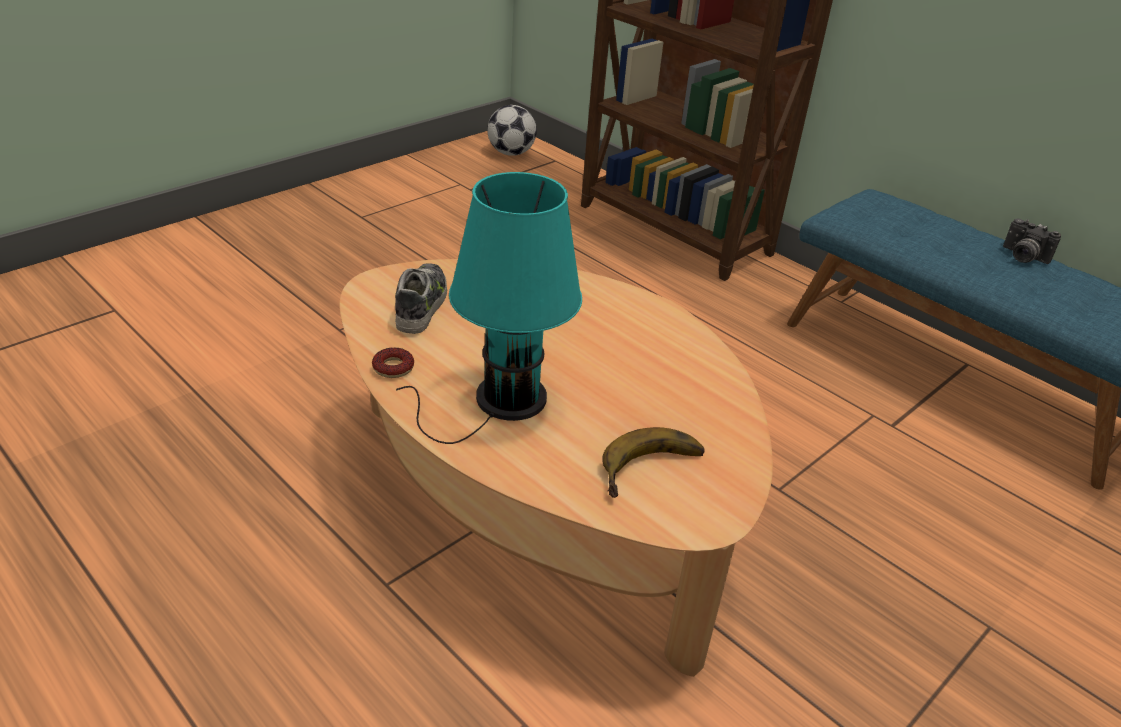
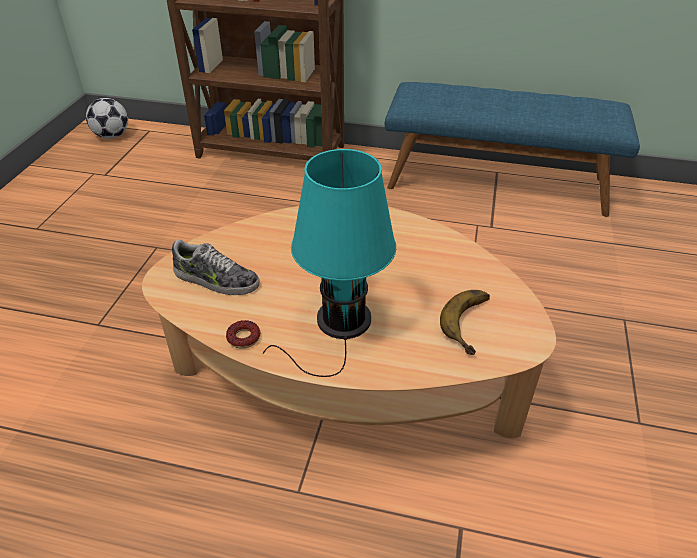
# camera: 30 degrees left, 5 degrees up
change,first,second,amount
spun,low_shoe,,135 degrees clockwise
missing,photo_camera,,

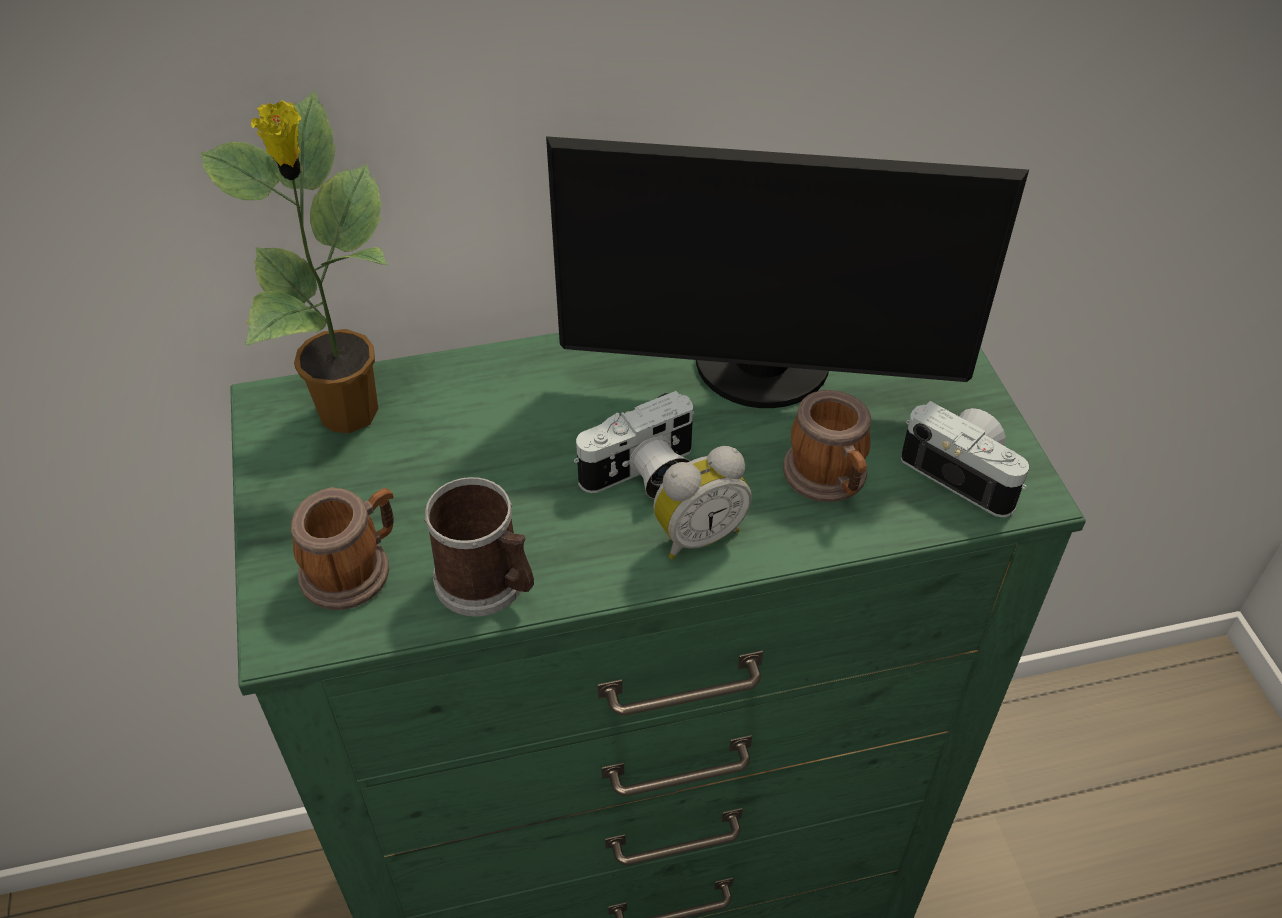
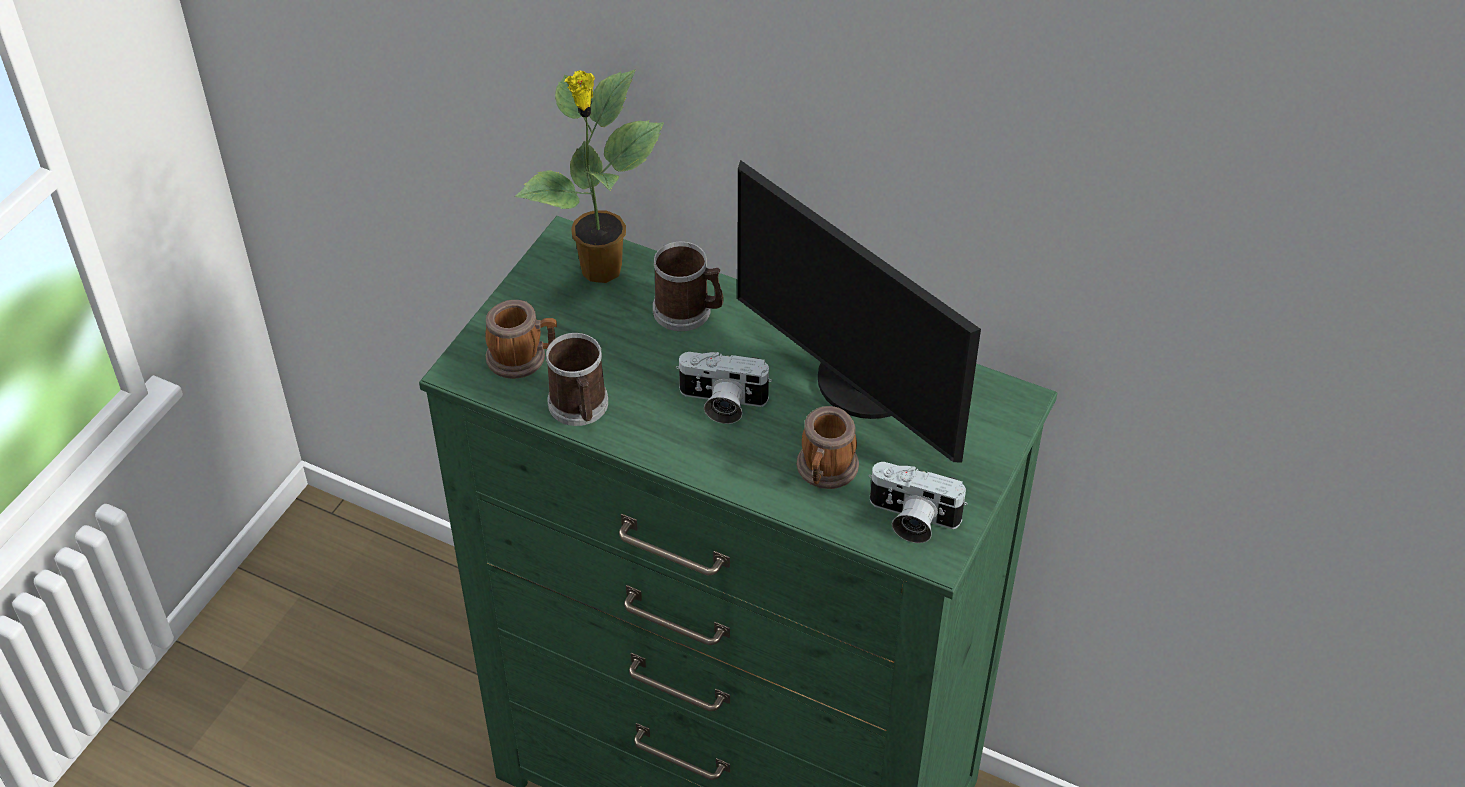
# camera: 40 degrees right, 0 degrees up
change,first,second,amount
appeared,,coffee_mug (no. 3 from left),
spun,photo_camera (no. 2 from left),,120 degrees clockwise
missing,alarm_clock,,

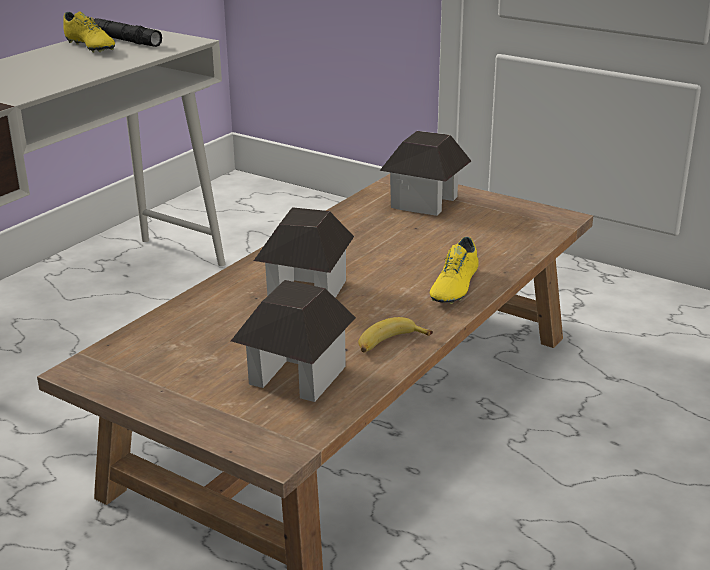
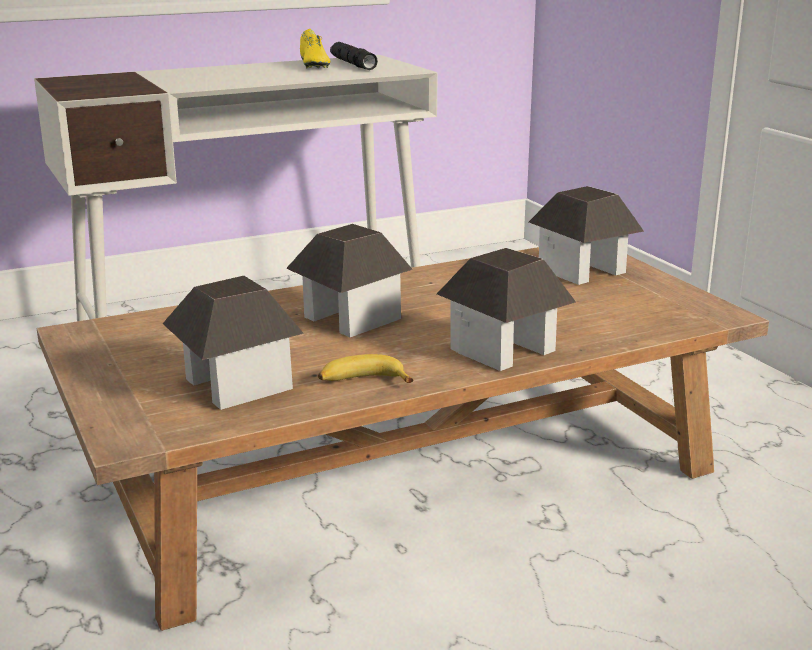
# camera: 30 degrees right, 5 degrees down
change,first,second,amount
exchanged,yellow_low_shoe (no. 2 from left),toy_house (no. 3 from left),

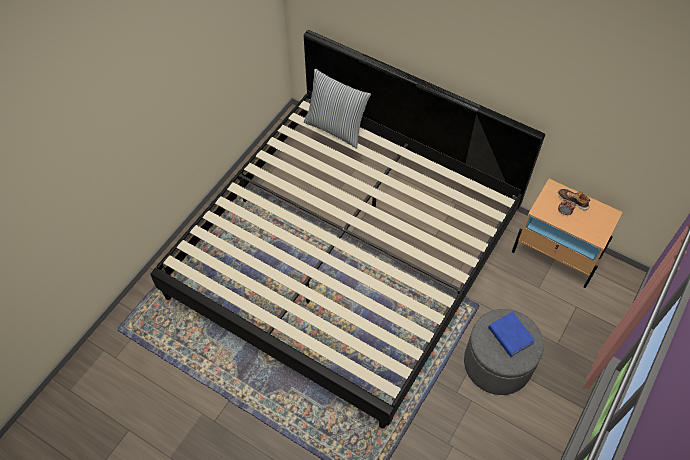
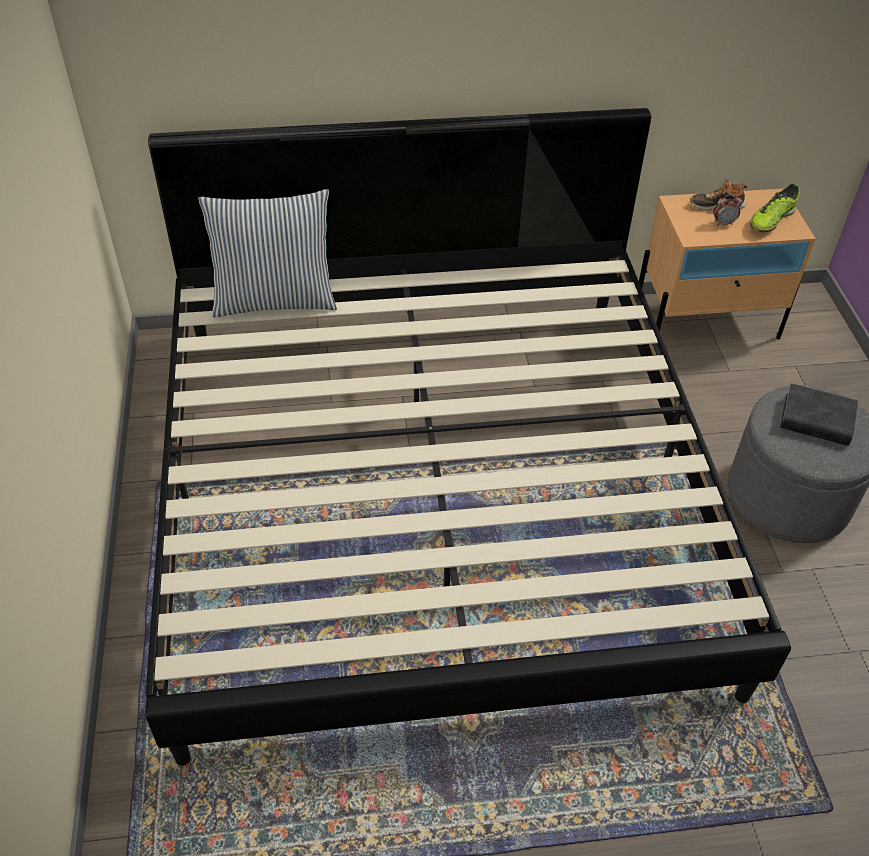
# camera: 40 degrees left, 10 degrees down
change,first,second,amount
appeared,,low_shoe (no. 2 from left),
colour,bluish_book,black_book,

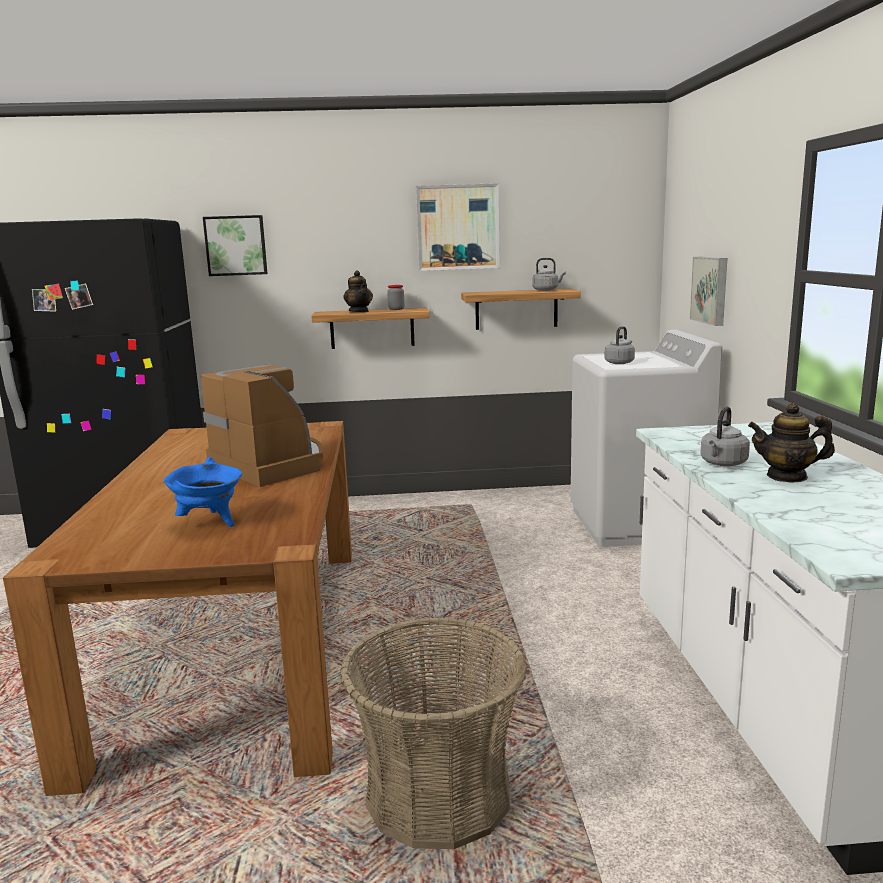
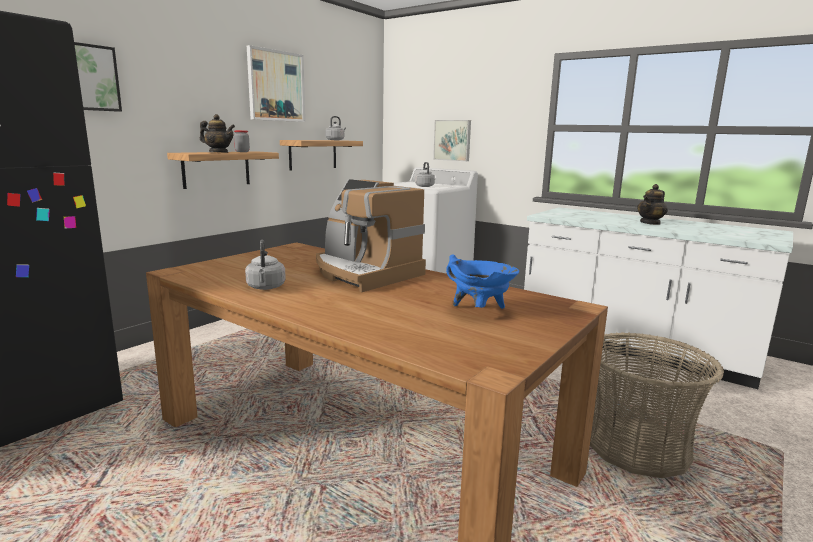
# camera: 50 degrees left, 0 degrees up
change,first,second,amount
relocated,grey_tea_kettle (no. 3 from left in the first image),grey_tea_kettle (no. 1 from left),
spun,coffee_maker,,135 degrees counterclockwise

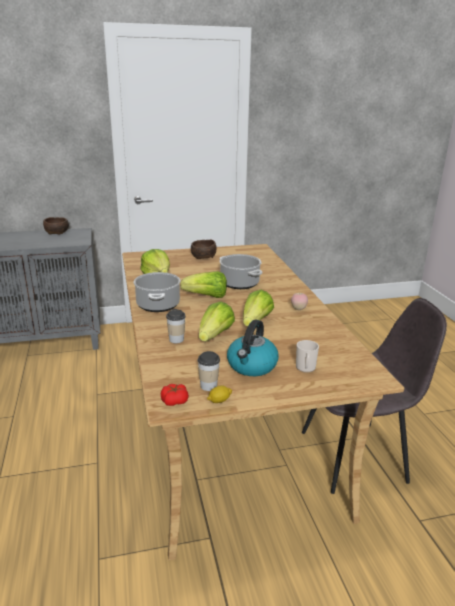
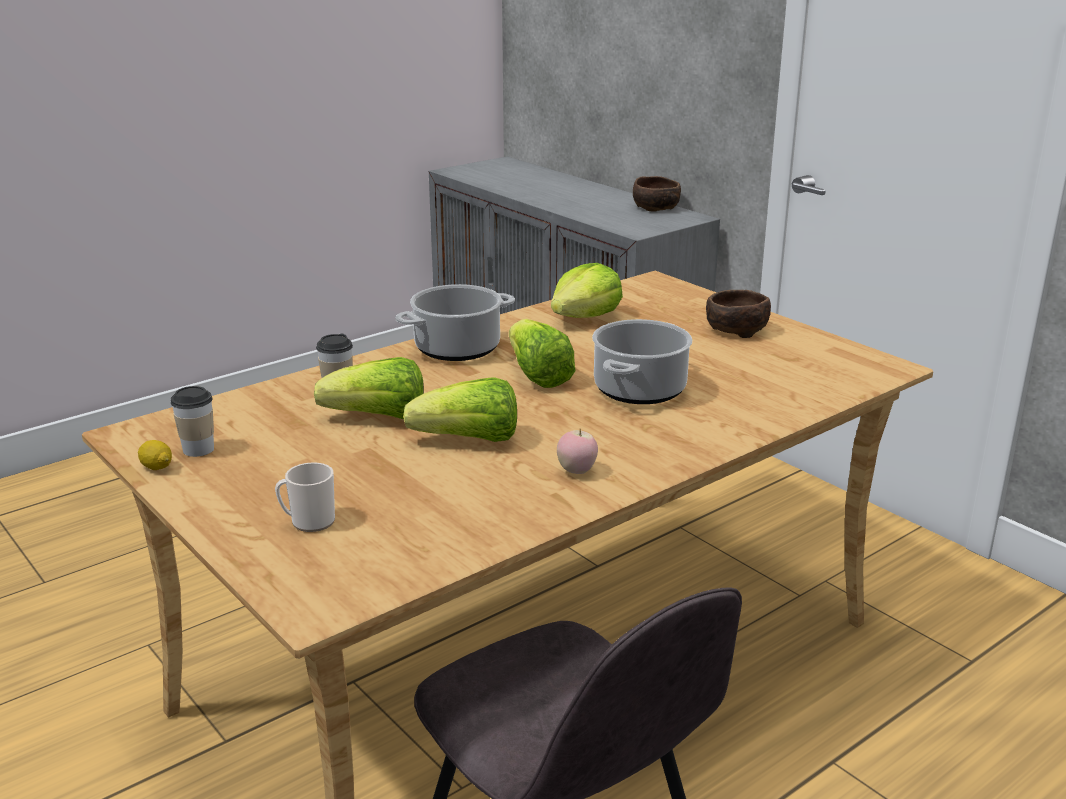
# camera: 65 degrees right, 0 degrees up
change,first,second,amount
missing,tomato,,
missing,tea_kettle,,

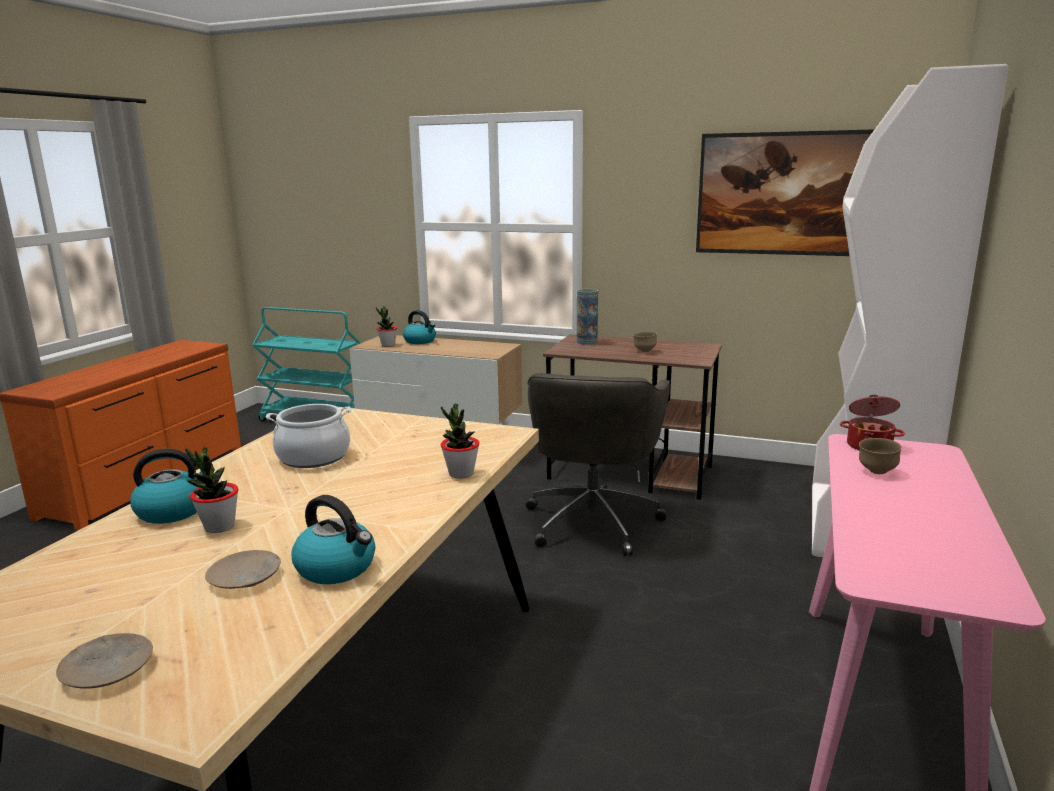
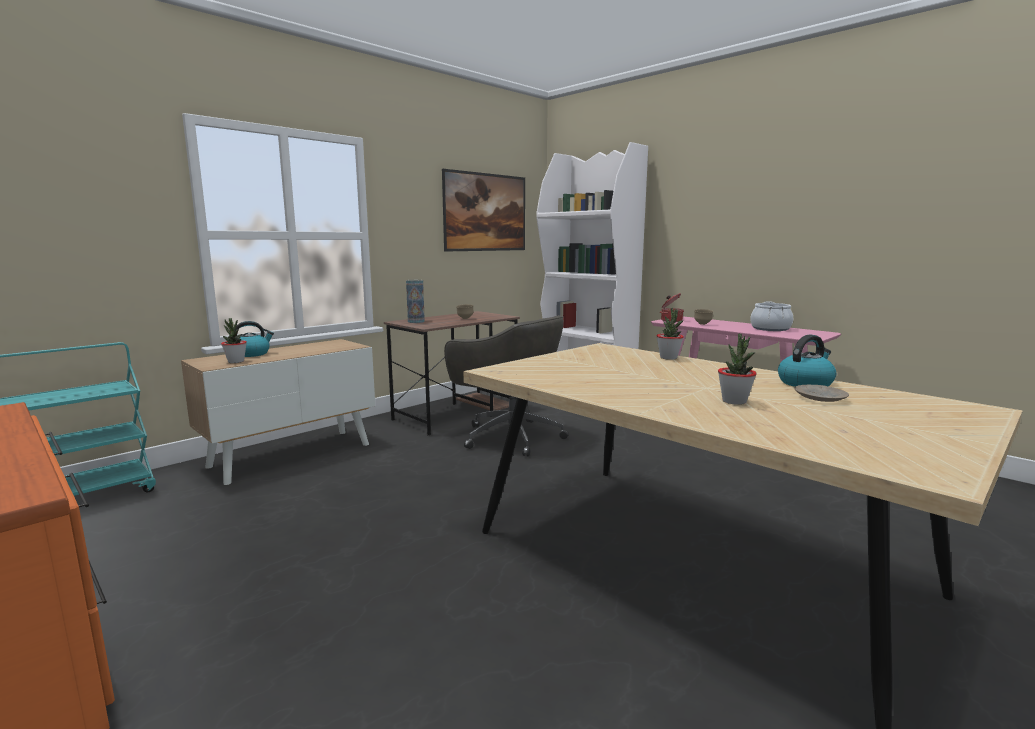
# camera: 65 degrees left, 5 degrees down
change,first,second,amount
relocated,saucepot (no. 1 from left in the first image),saucepot (no. 2 from left),
missing,sand-coloured_plate (no. 1 from left),,
missing,tea_kettle (no. 1 from left),,

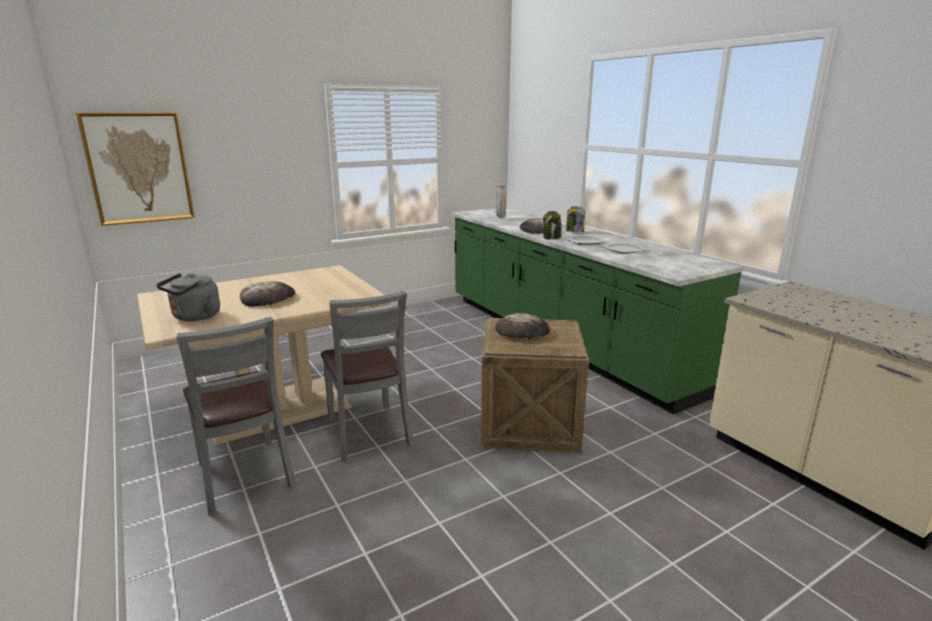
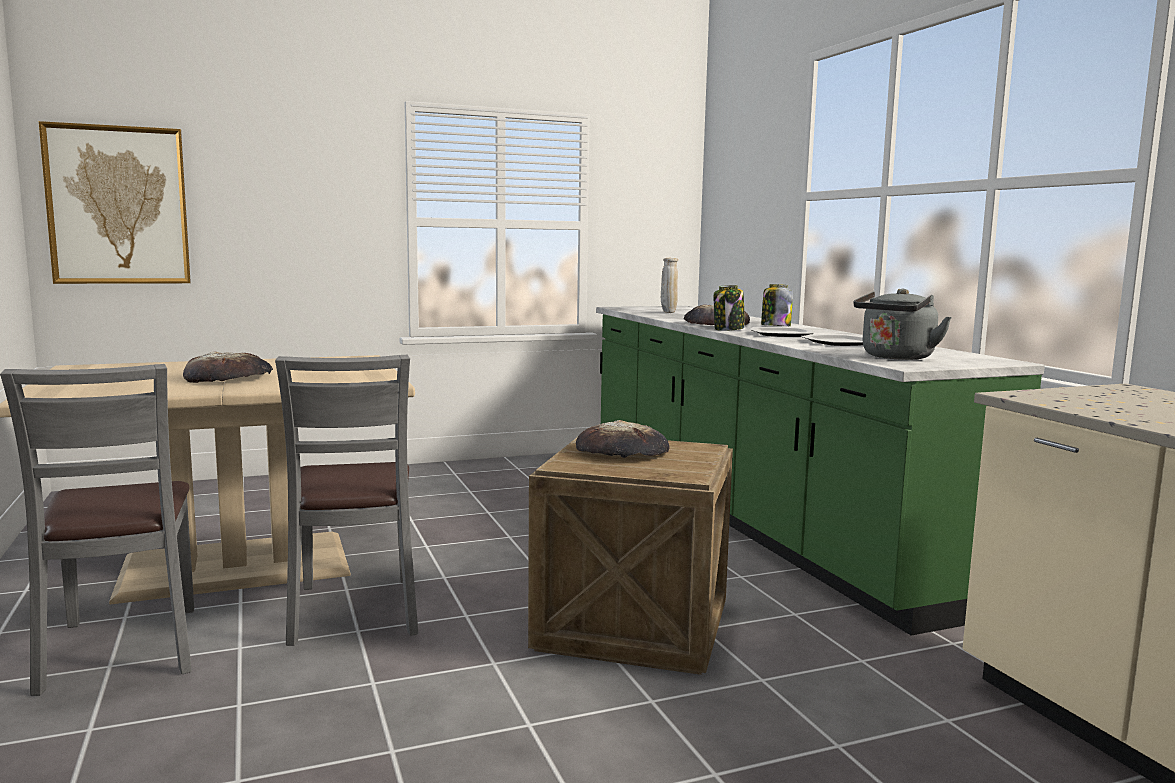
# camera: 10 degrees right, 10 degrees down
change,first,second,amount
relocated,grey_tea_kettle,,

